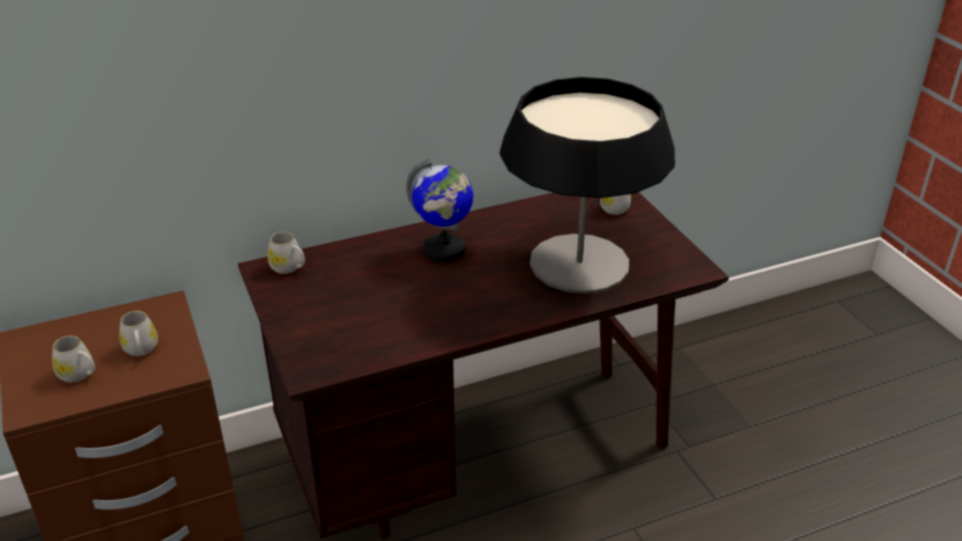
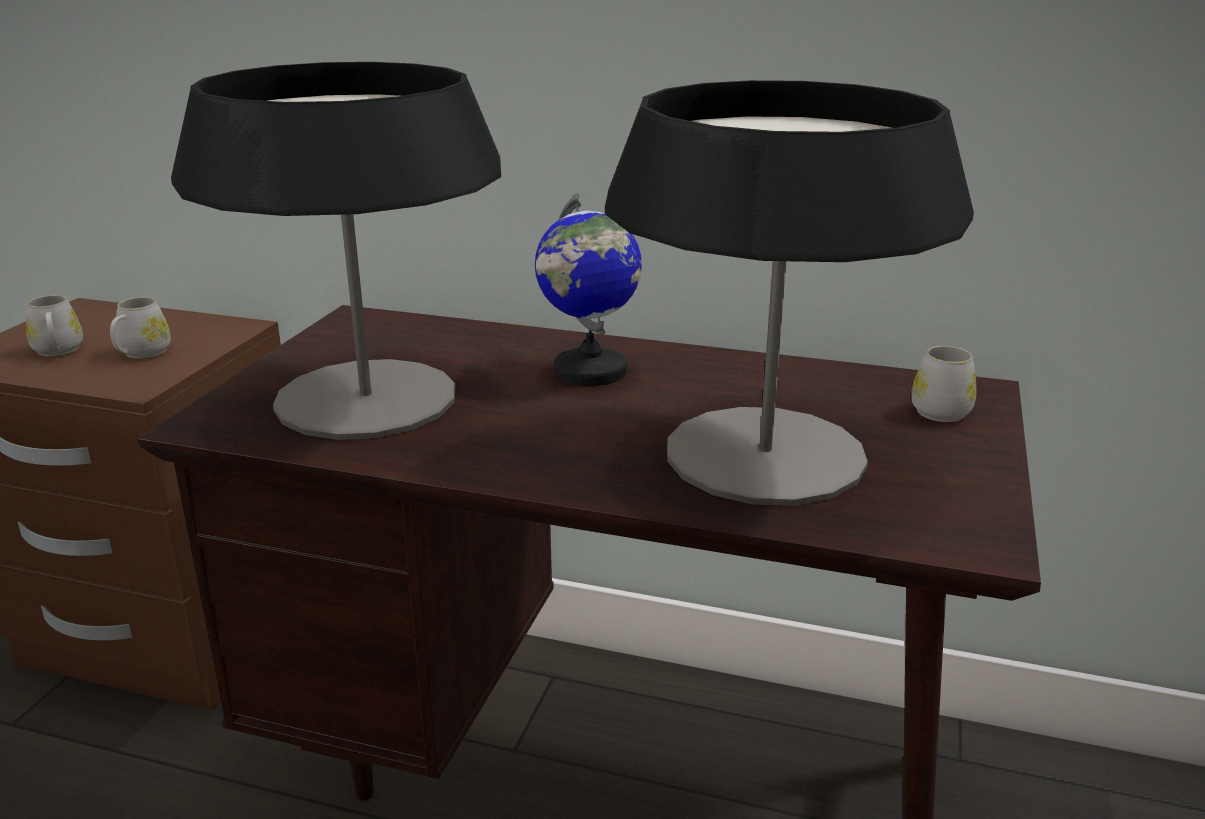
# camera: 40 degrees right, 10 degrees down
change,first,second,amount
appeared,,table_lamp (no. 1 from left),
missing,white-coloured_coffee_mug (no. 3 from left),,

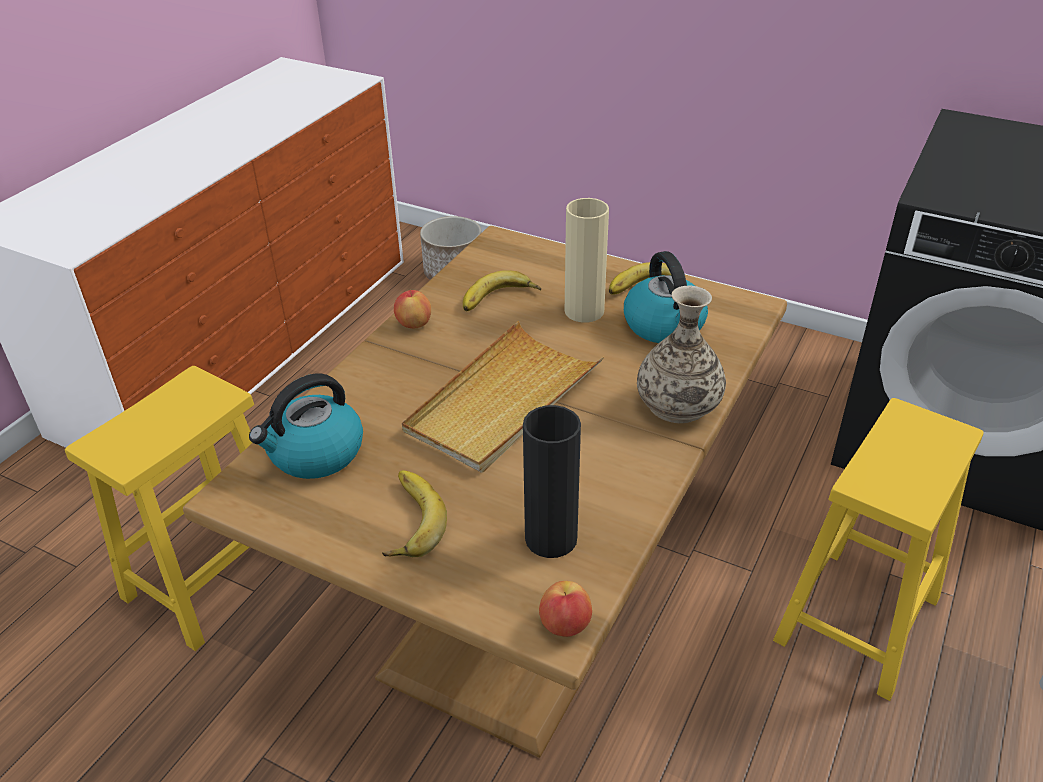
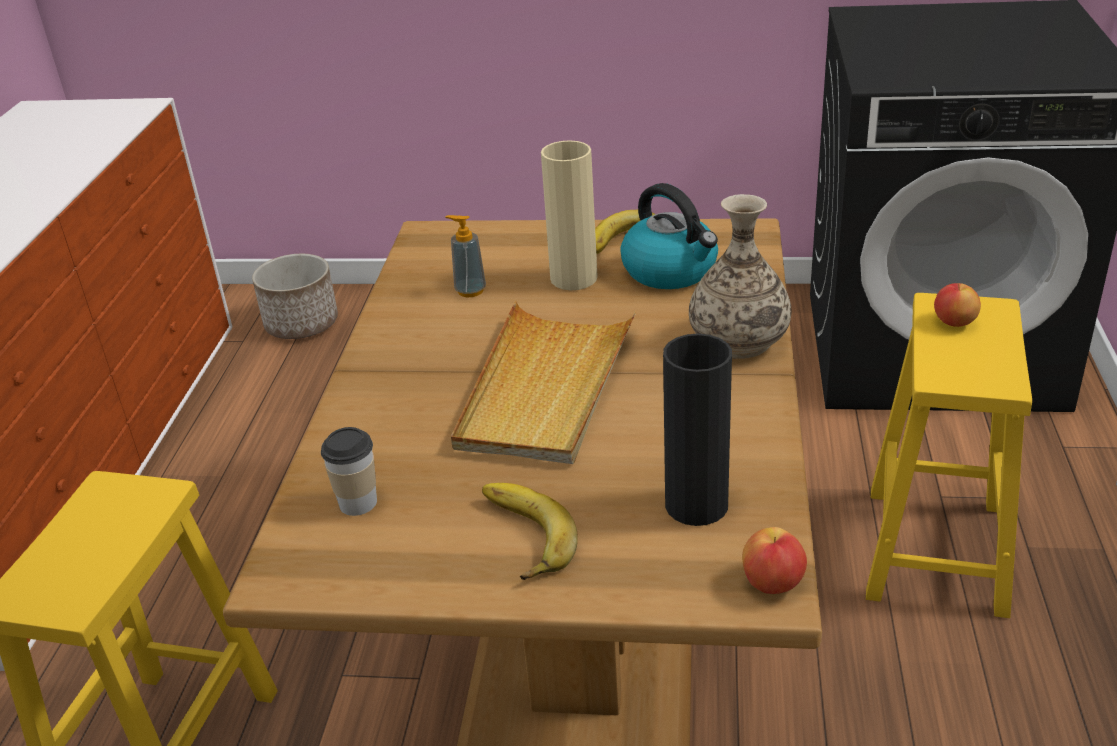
# camera: 20 degrees left, 5 degrees down
change,first,second,amount
exchanged,tea_kettle (no. 1 from left),small_cup,
exchanged,whole_banana (no. 2 from left),soap_dispenser,
relocated,whole_apple (no. 1 from left in the first image),whole_apple (no. 2 from left),

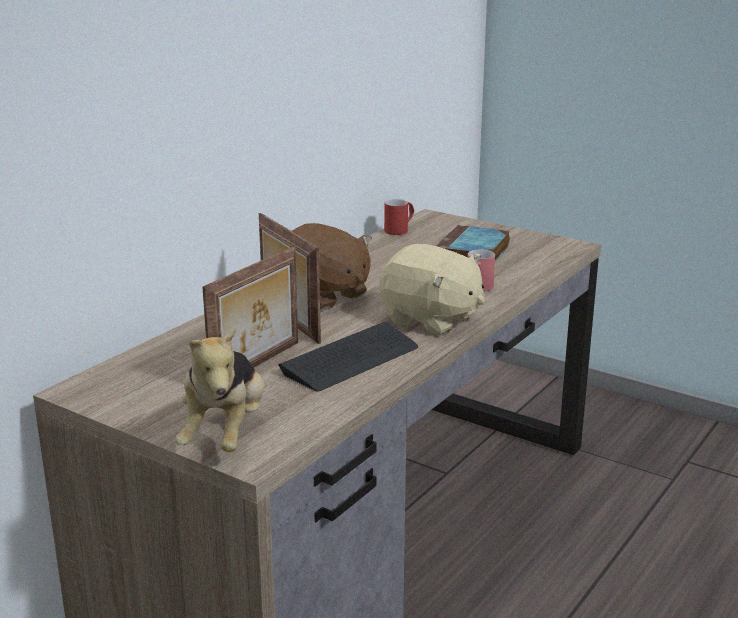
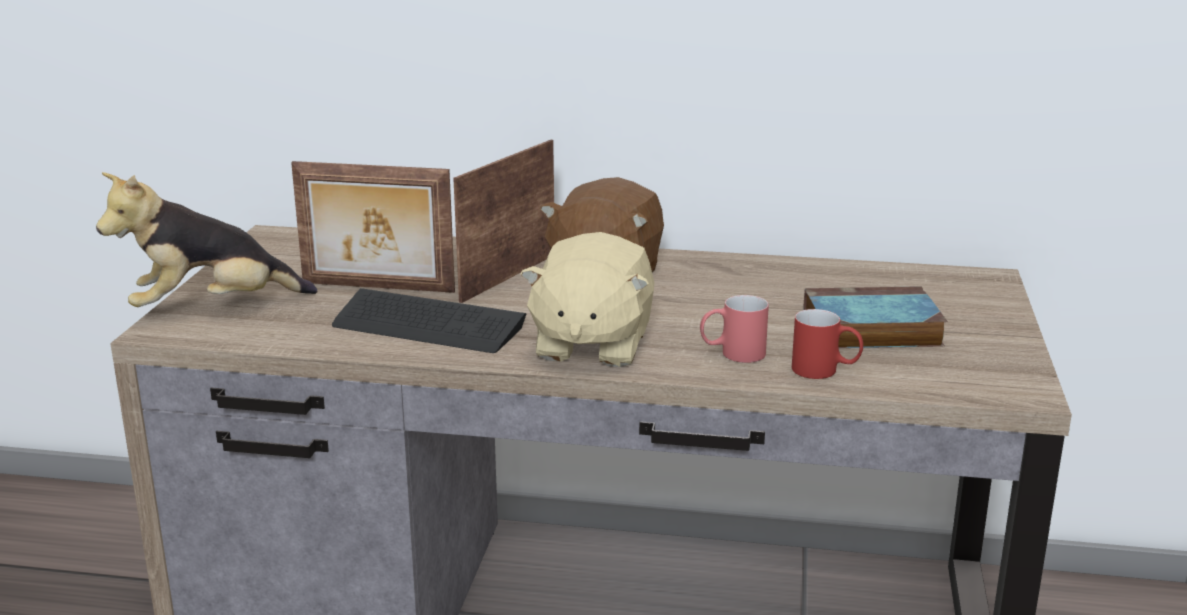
# camera: 65 degrees right, 0 degrees up
change,first,second,amount
relocated,red_coffee_mug (no. 1 from left in the first image),red_coffee_mug (no. 2 from left),

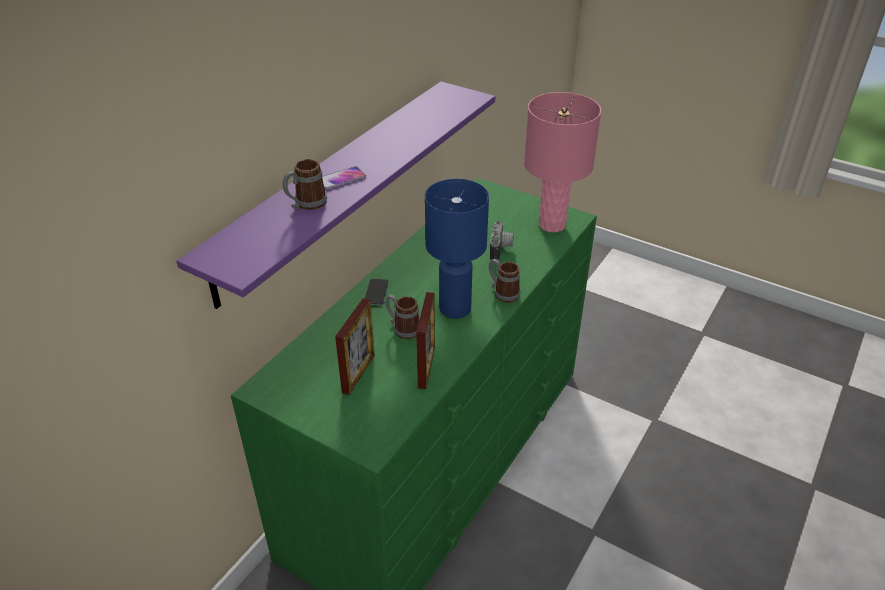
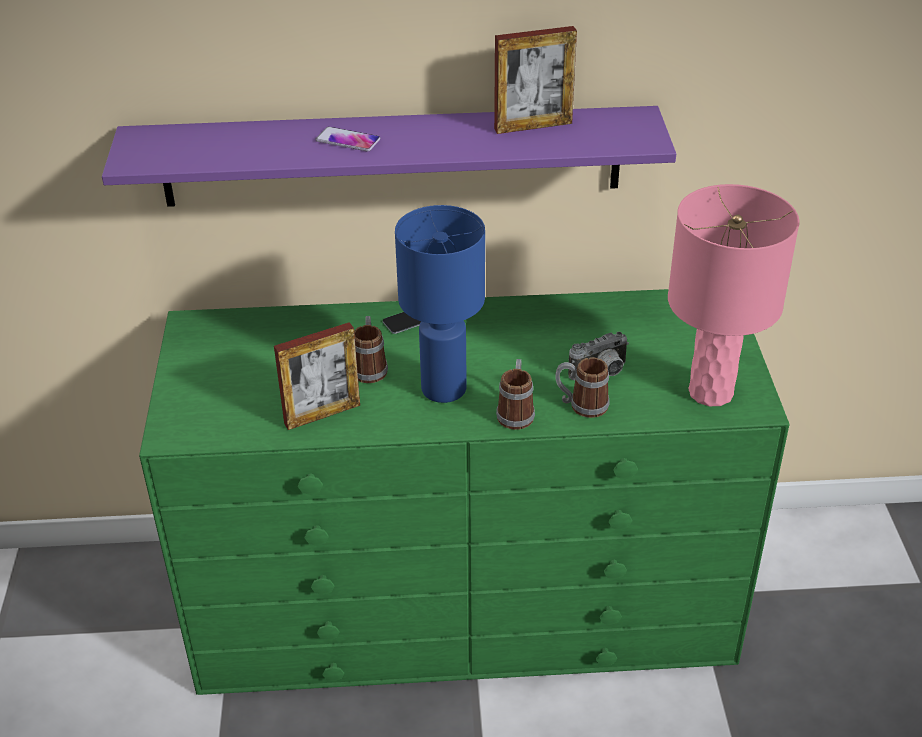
# camera: 55 degrees right, 0 degrees up
change,first,second,amount
relocated,picture_frame (no. 1 from left in the first image),picture_frame (no. 2 from left),
relocated,coffee_mug (no. 1 from left in the first image),coffee_mug (no. 3 from left),

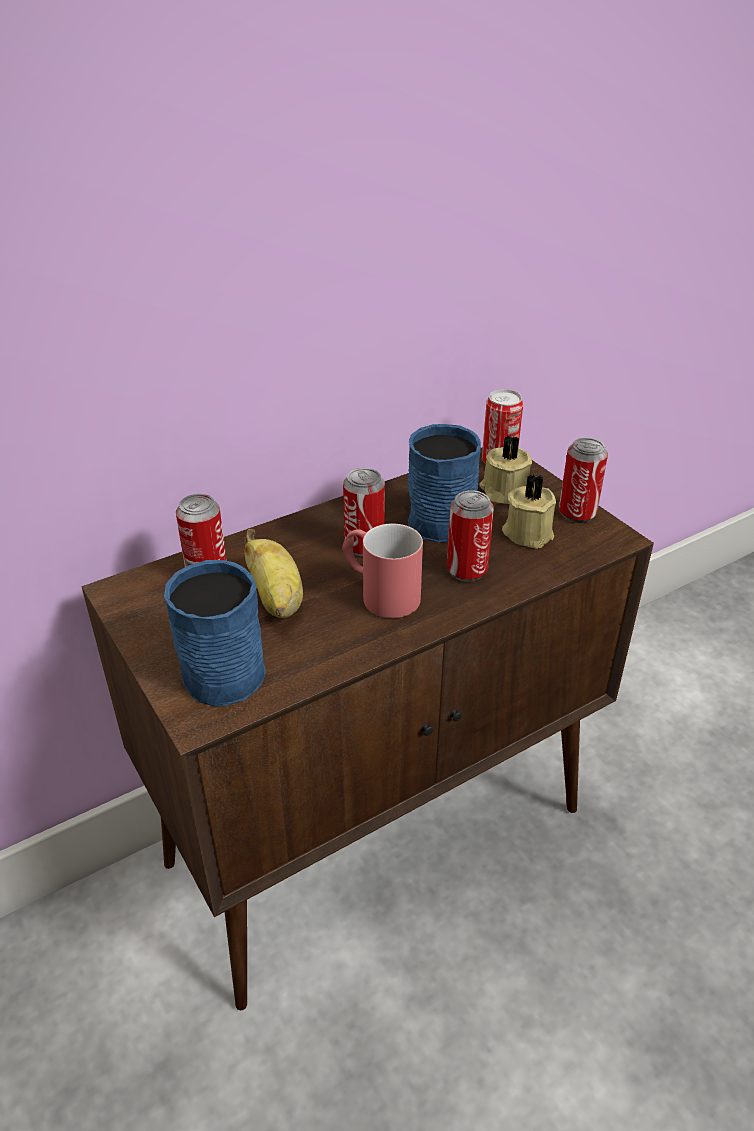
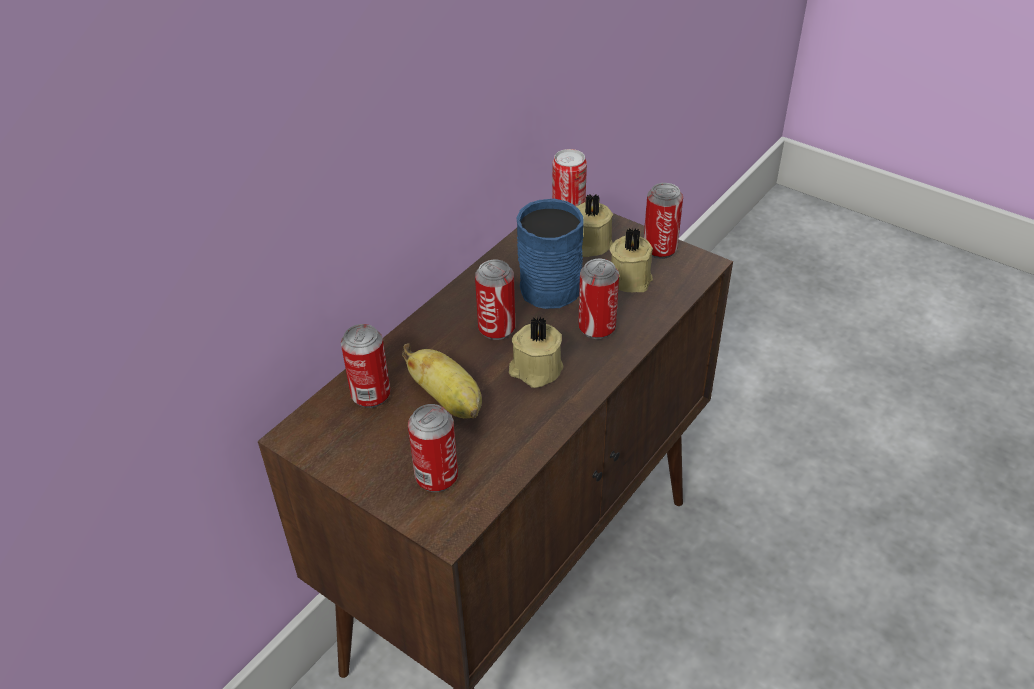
# camera: 20 degrees left, 5 degrees up
change,first,second,amount
exchanged,bluish_coffee_mug (no. 1 from left),metal_can (no. 2 from left),
exchanged,red_coffee_mug,sand-coloured_candle (no. 1 from left),

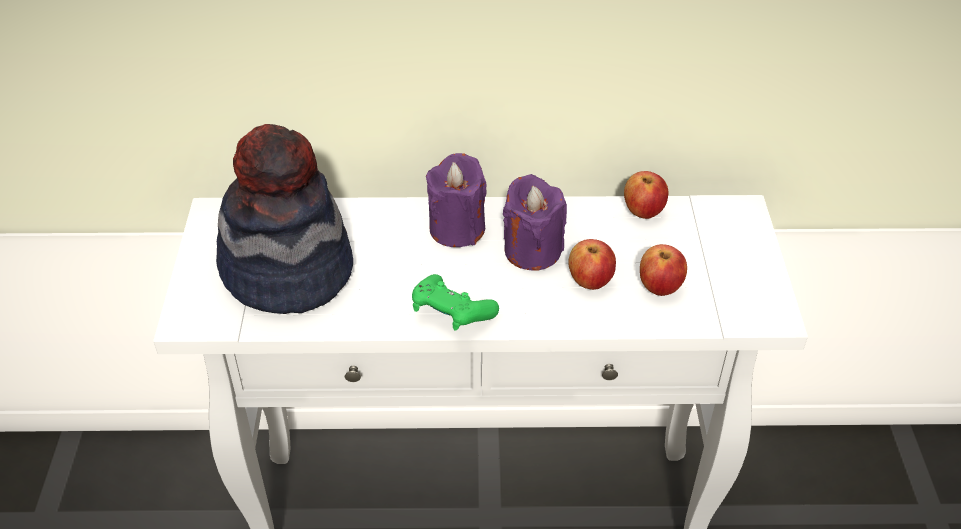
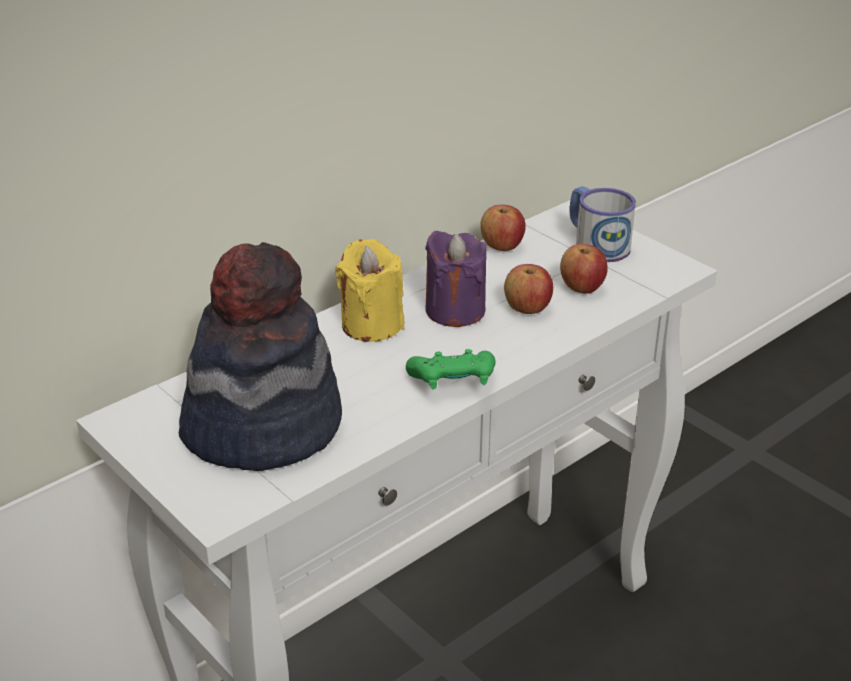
# camera: 40 degrees left, 10 degrees down
change,first,second,amount
colour,purple-coloured_candle (no. 1 from left),yellow_candle,
appeared,,coffee_mug,

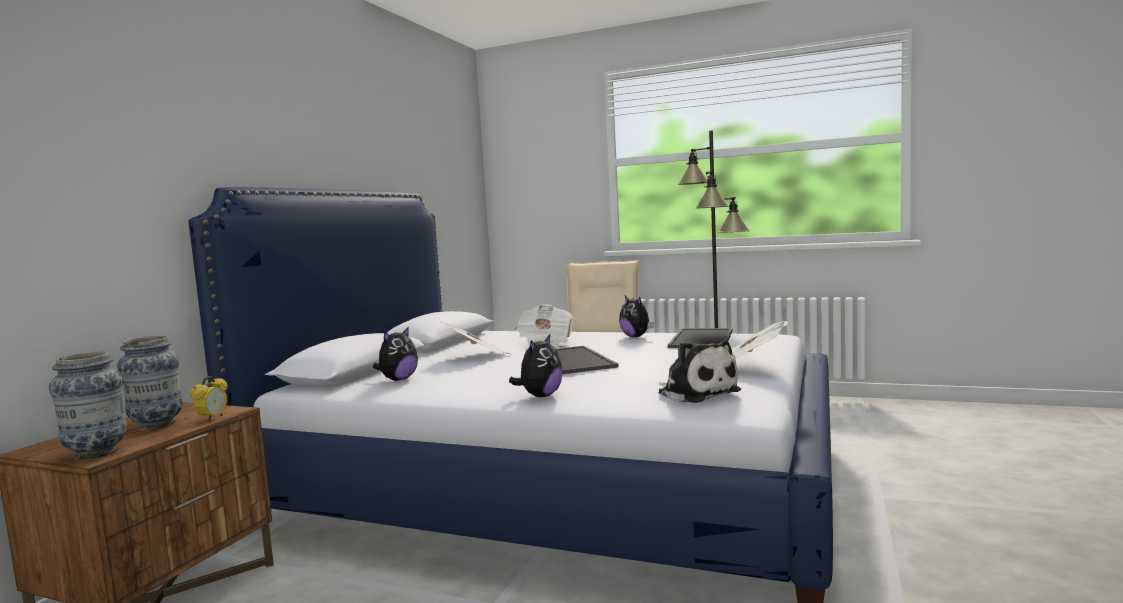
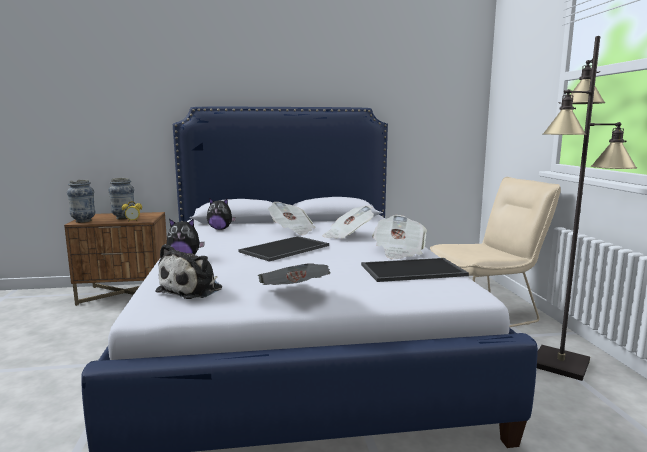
# camera: 60 degrees right, 5 degrees up
change,first,second,amount
exchanged,soft_toy (no. 3 from left),daily_paper (no. 4 from left),

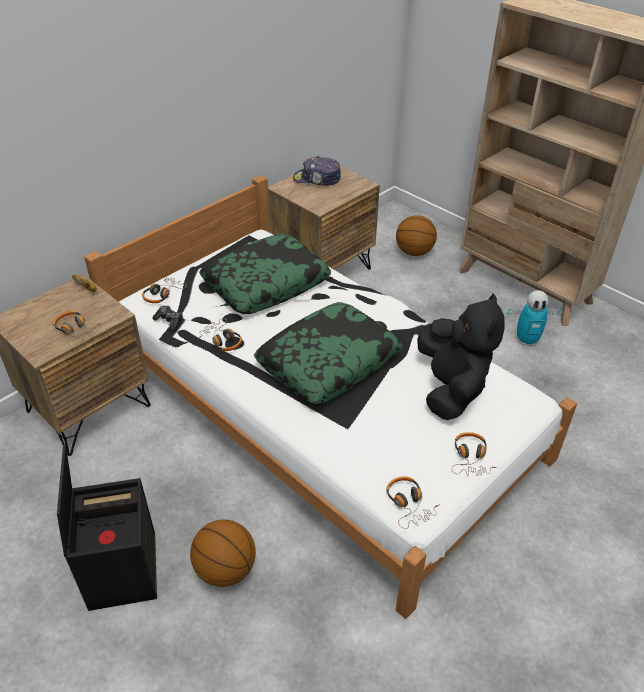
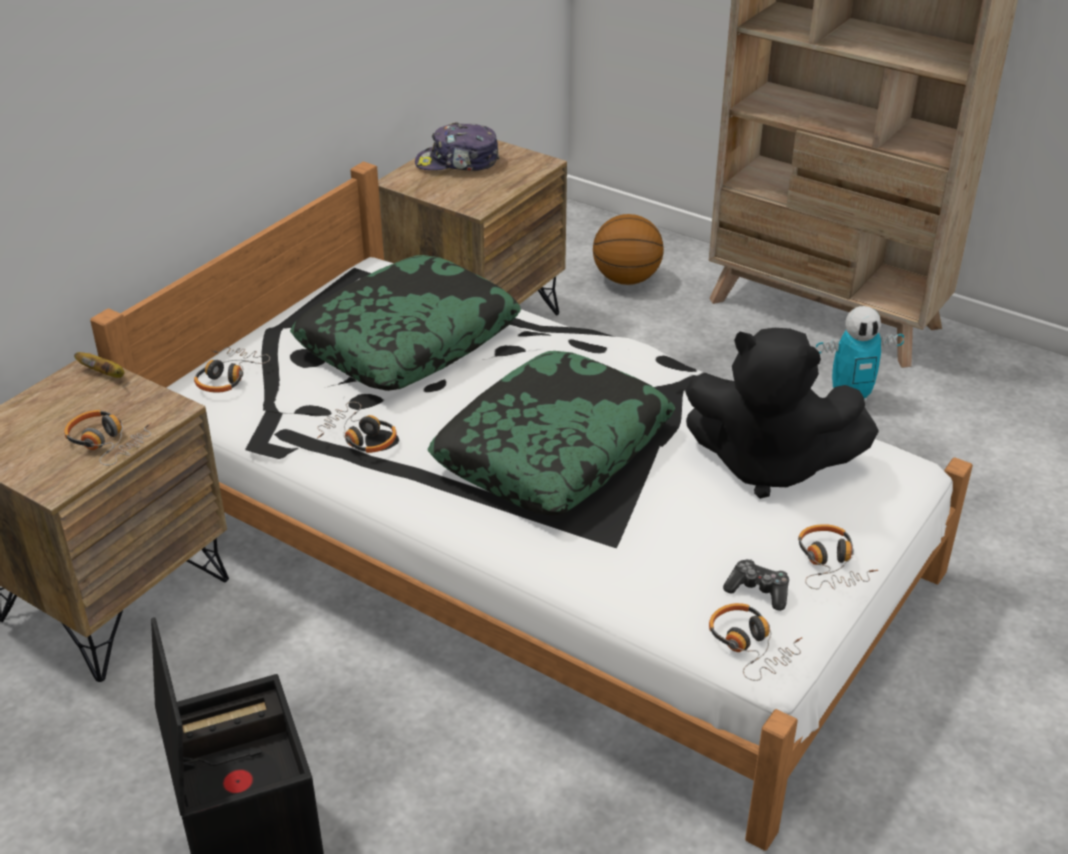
# camera: 10 degrees left, 5 degrees down
change,first,second,amount
spun,black_soft_toy,,120 degrees clockwise
relocated,gamepad,,
missing,basketball_ball (no. 1 from left),,

